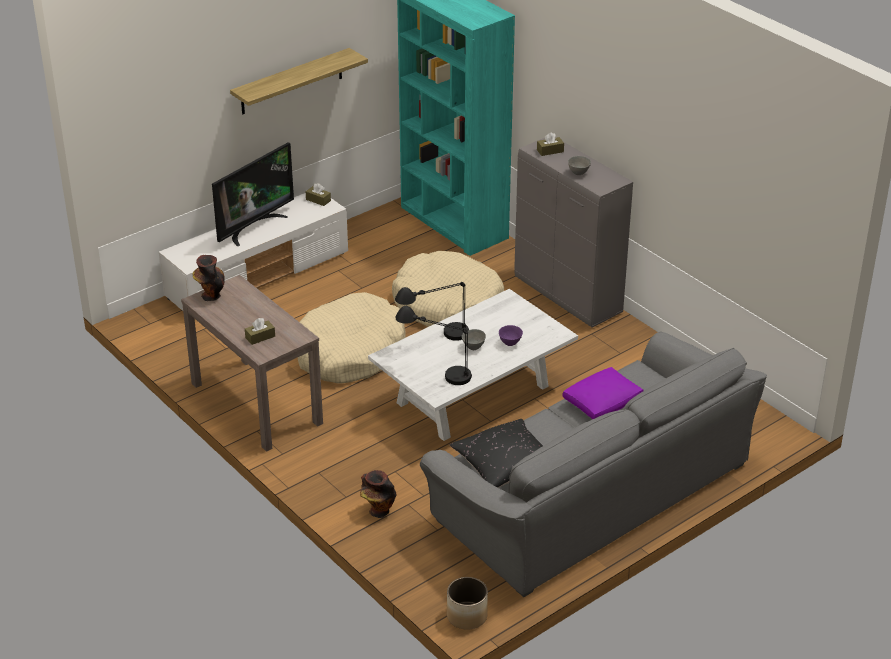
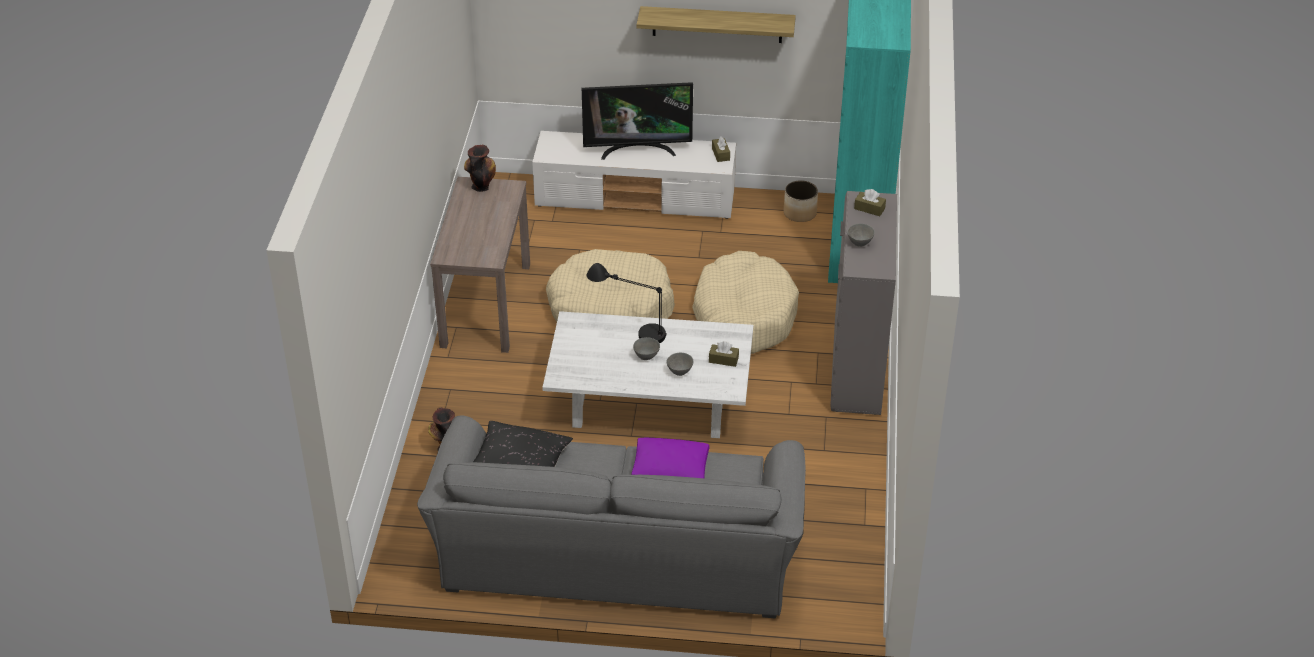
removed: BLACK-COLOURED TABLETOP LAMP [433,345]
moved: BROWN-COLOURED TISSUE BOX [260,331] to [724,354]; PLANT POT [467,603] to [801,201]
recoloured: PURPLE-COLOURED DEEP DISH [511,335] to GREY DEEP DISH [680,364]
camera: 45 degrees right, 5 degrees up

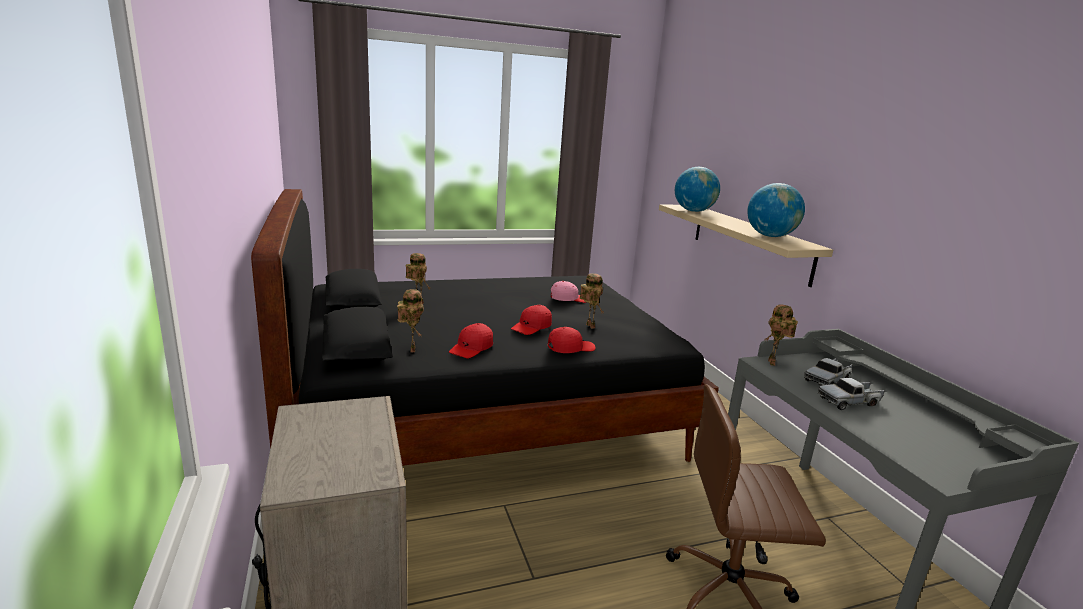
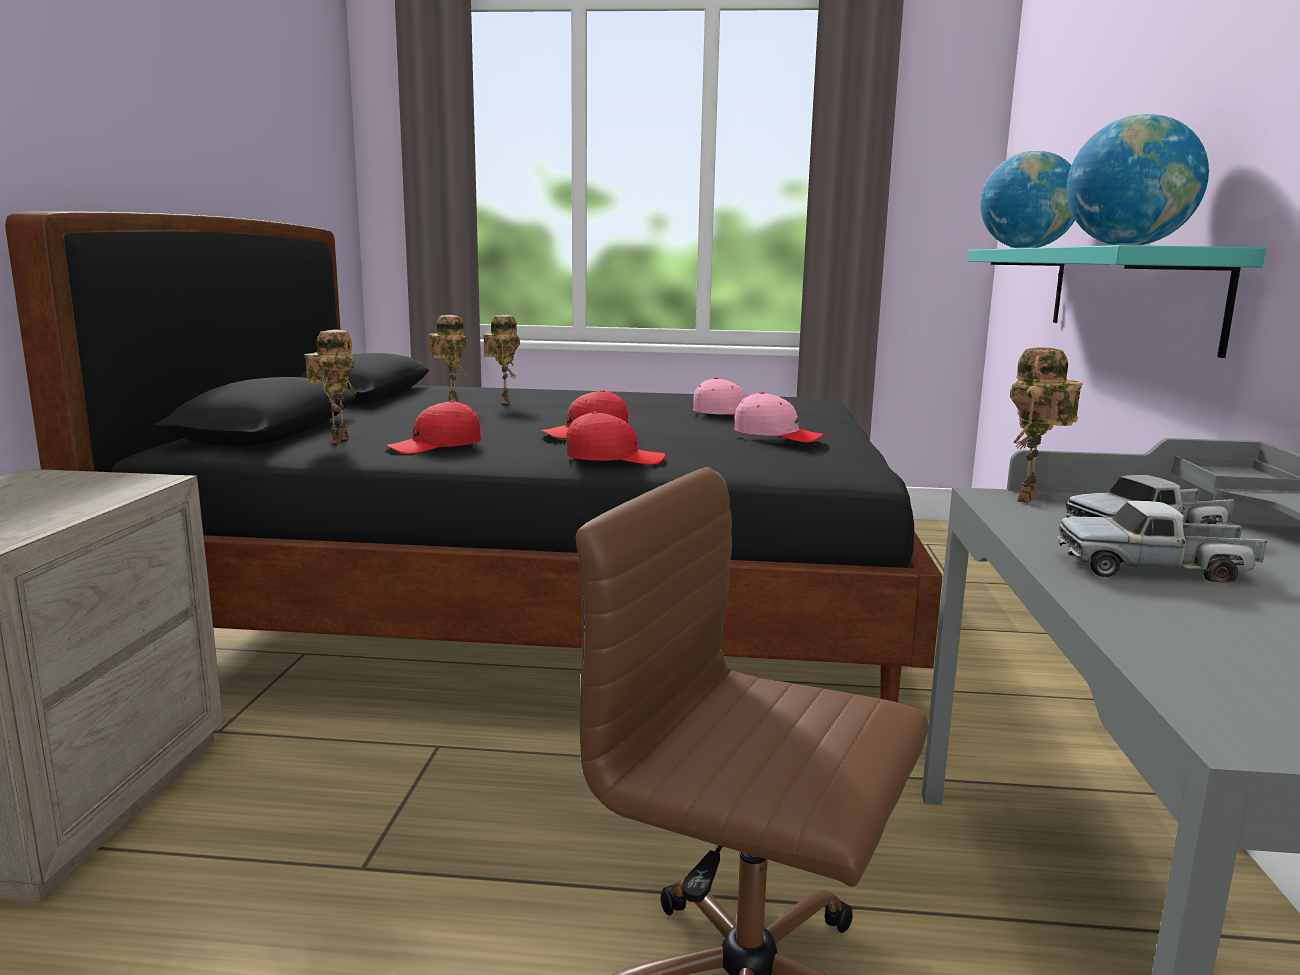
added: PINK CAP [779,417]
moved: MODEL ROBOT [592,301] to [501,359]
recoloured: BEIGE SHELF [746,245] to BLUE-GREEN SHELF [1116,301]
camera: 25 degrees right, 5 degrees down

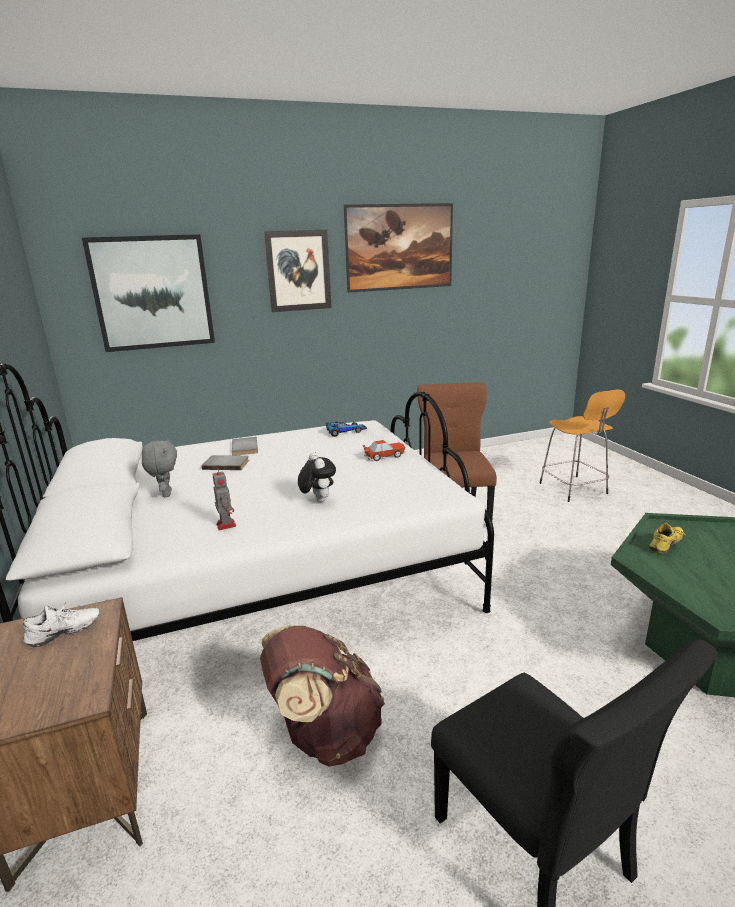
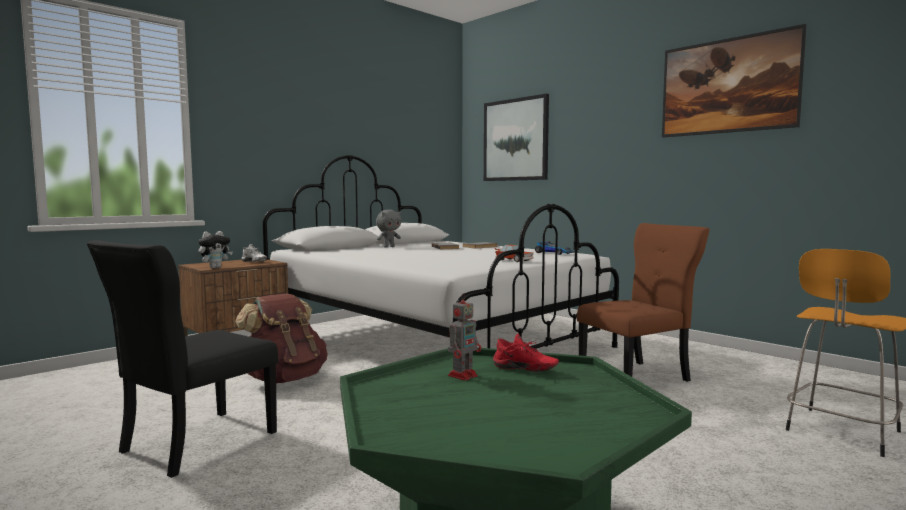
removed: WALL PICTURE [298,271]
moved: MODEL ROBOT [224,499] to [464,337]; SOFT TOY [317,477] to [216,249]
recoloured: YELLOW-COLOURED SHOE [667,538] to RED-COLOURED SHOE [526,353]
camera: 65 degrees right, 15 degrees down

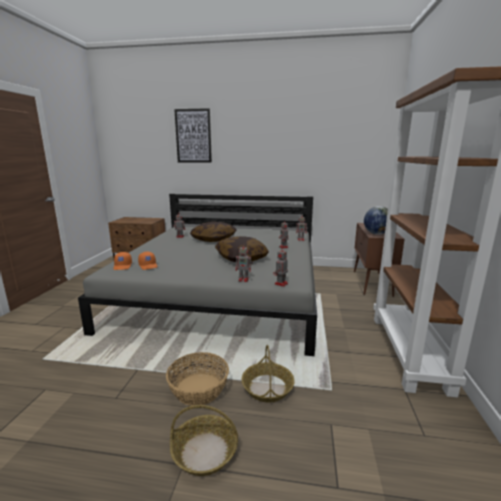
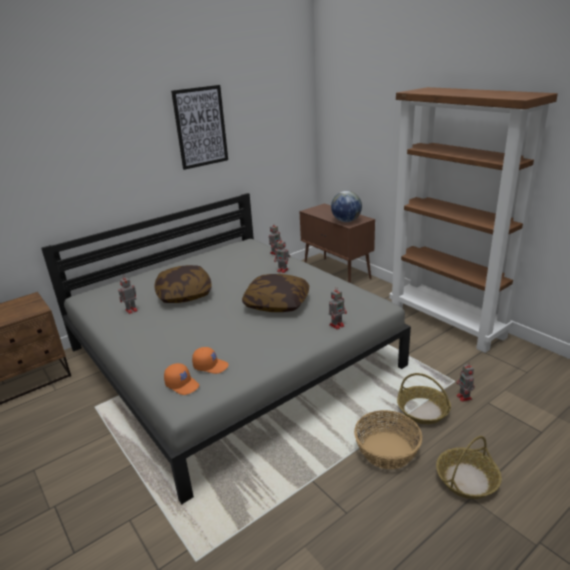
moved: WALL PICTURE [193,135] to [199,127]; MODEL ROBOT [280,268] to [465,382]
camera: 45 degrees left, 10 degrees up

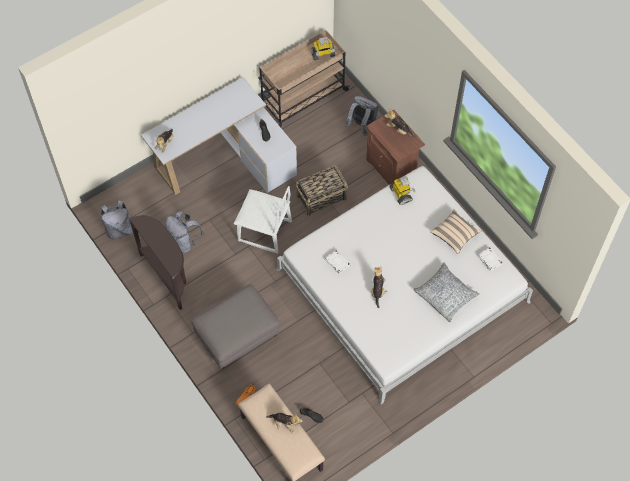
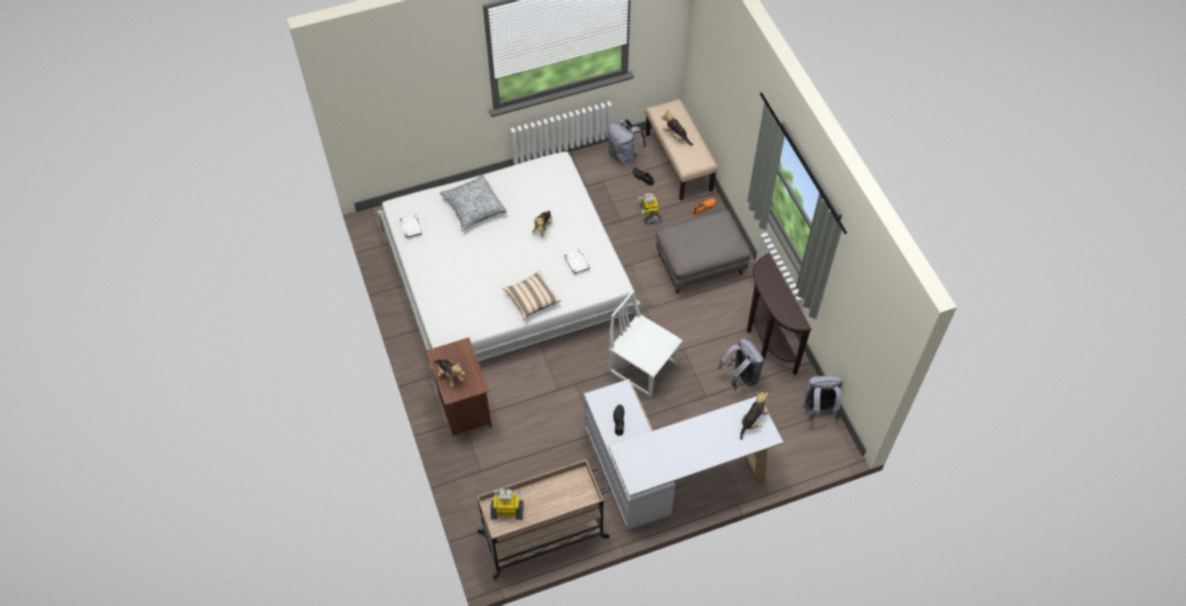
removed: BASKET [322,190]
moved: GREY KNAPSACK [361,116] to [627,142]; MODEL ROBOT [402,190] to [649,208]; BEIGE PILLOW [456,231] to [532,295]
camera: 165 degrees left, 5 degrees down

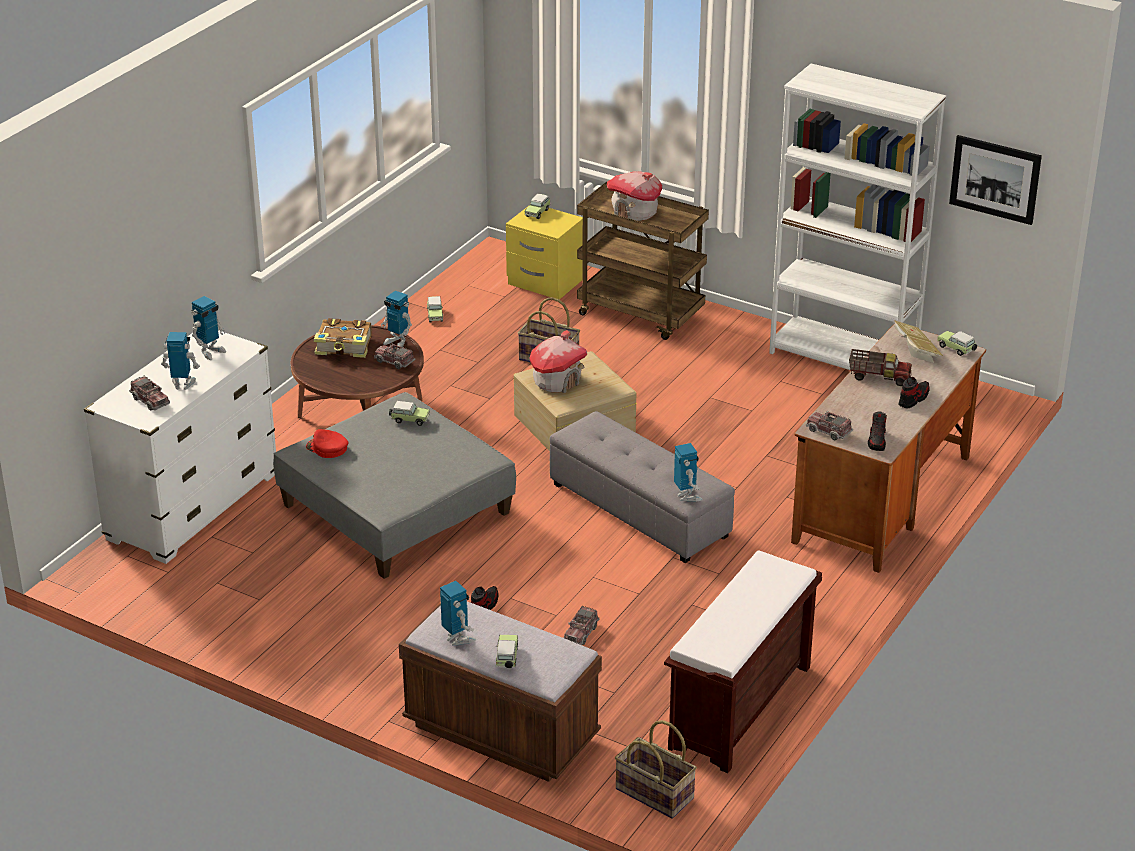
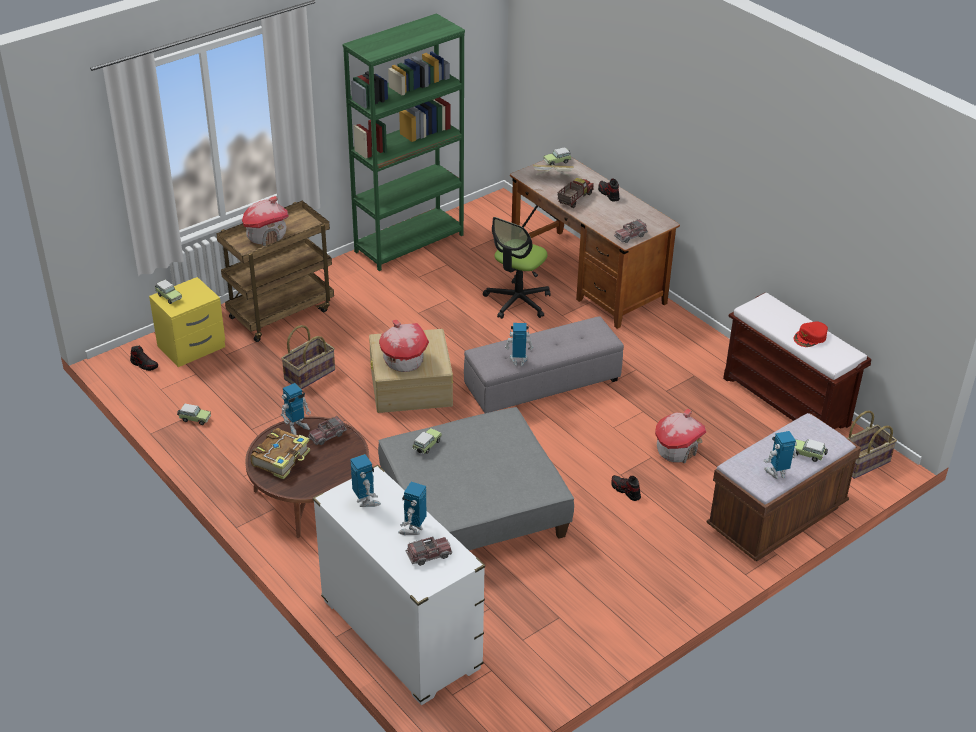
removed: WALL PICTURE [995,180]
added: DESK CHAIR [516,268]
moved: RED-COLOURED CAP [327,443] to [810,334]; MODEL ROBOT [688,472] to [519,344]; SHOE [877,431] to [144,358]
replaced: MODEL TRUCK [582,625] to MODEL HOUSE [680,436]
recoloured: WHITISH SHELVING UNIT [857,216] to GREEN-COLOURED SHELVING UNIT [404,142]
camera: 70 degrees left, 5 degrees up

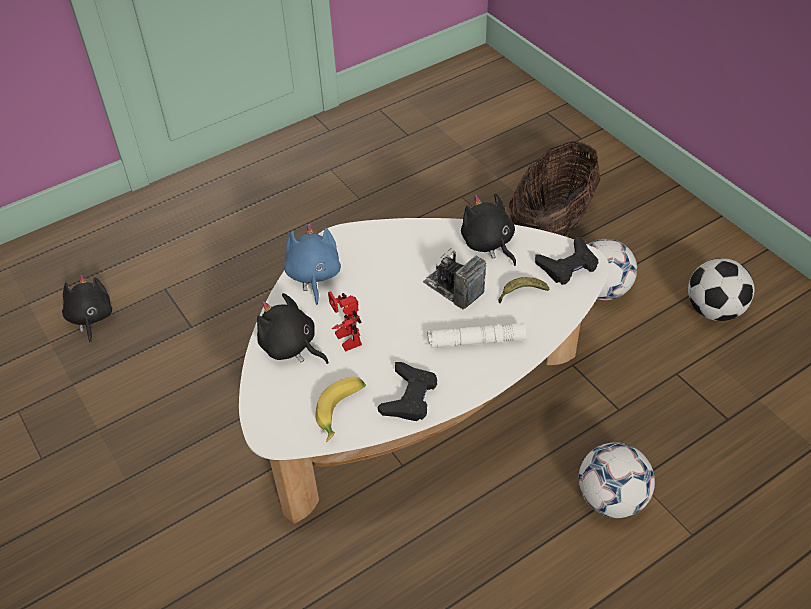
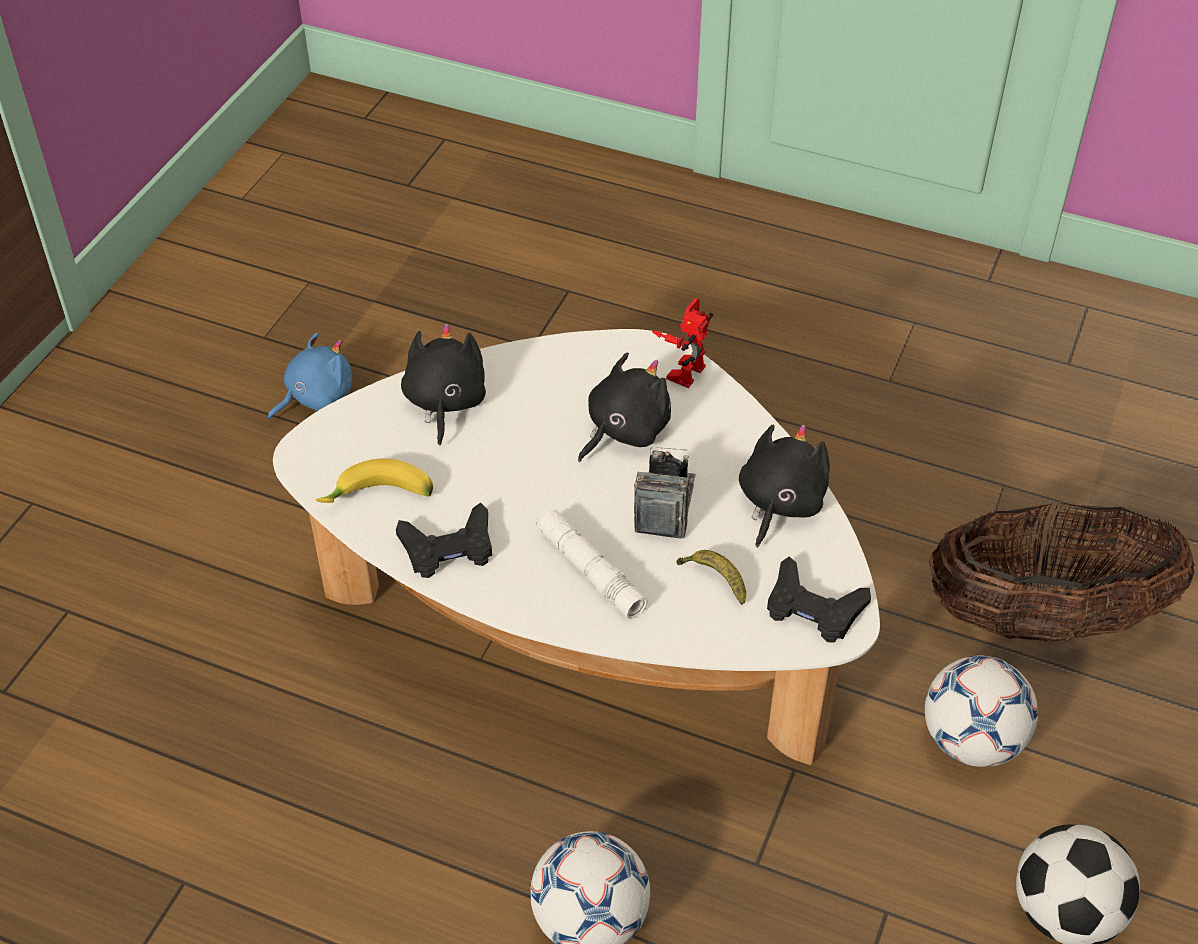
moved: BLACK-COLOURED SOFT TOY [87,309] to [624,407]; BLUE-COLOURED SOFT TOY [312,264] to [310,376]; MODEL ROBOT [345,321] to [682,343]
camera: 55 degrees right, 0 degrees up

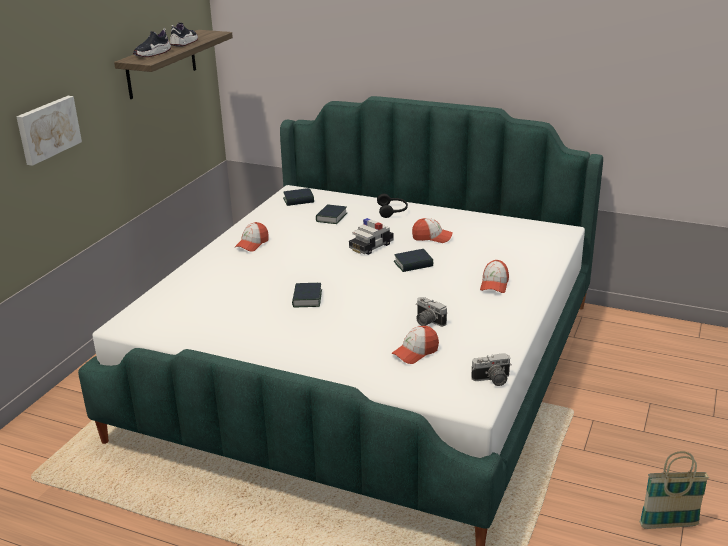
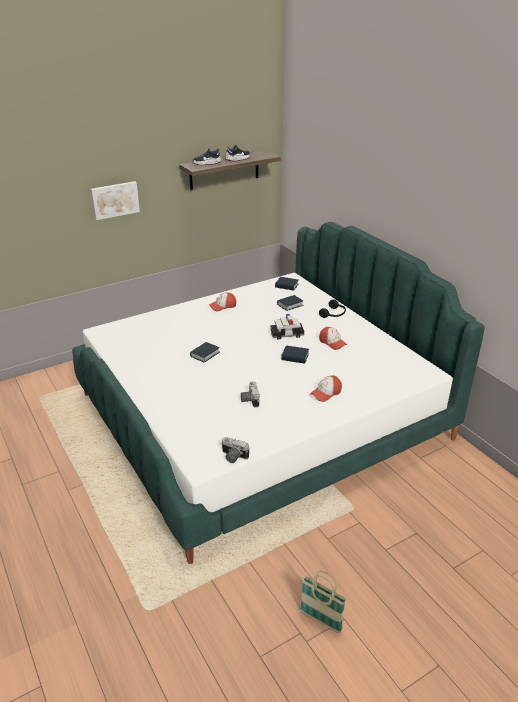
removed: CAP [415,345]
camera: 35 degrees right, 5 degrees up

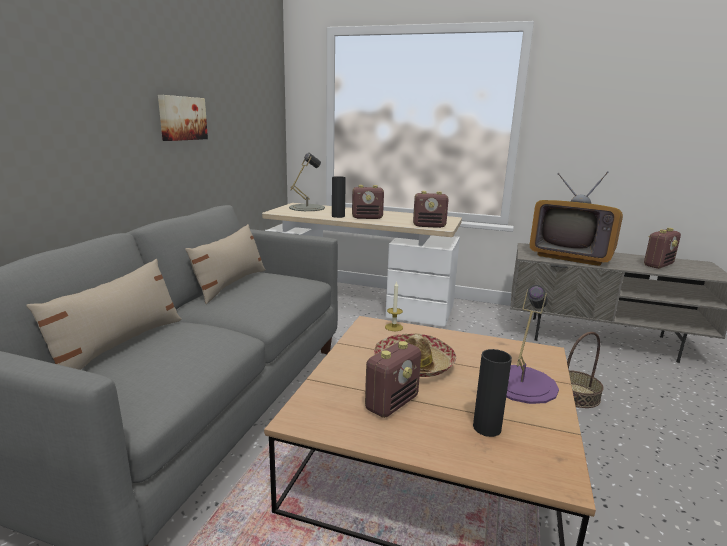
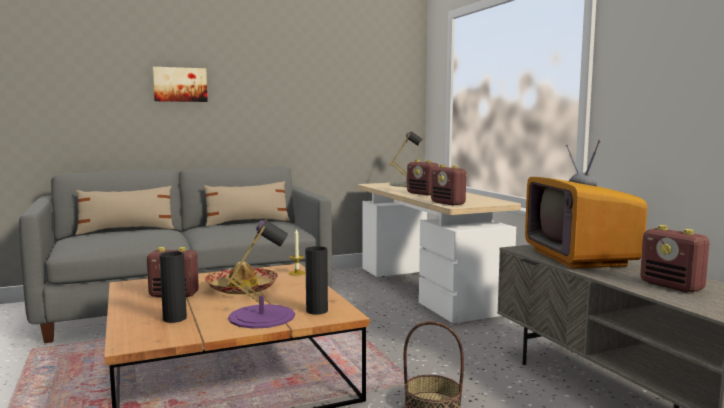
moved: WALL PICTURE [183,118] to [180,84]; BLACK-COLOURED VASE [339,197] to [316,280]
turned: RADIO SET [662,248] = [675,258] 45 degrees clockwise
camera: 50 degrees right, 10 degrees down

